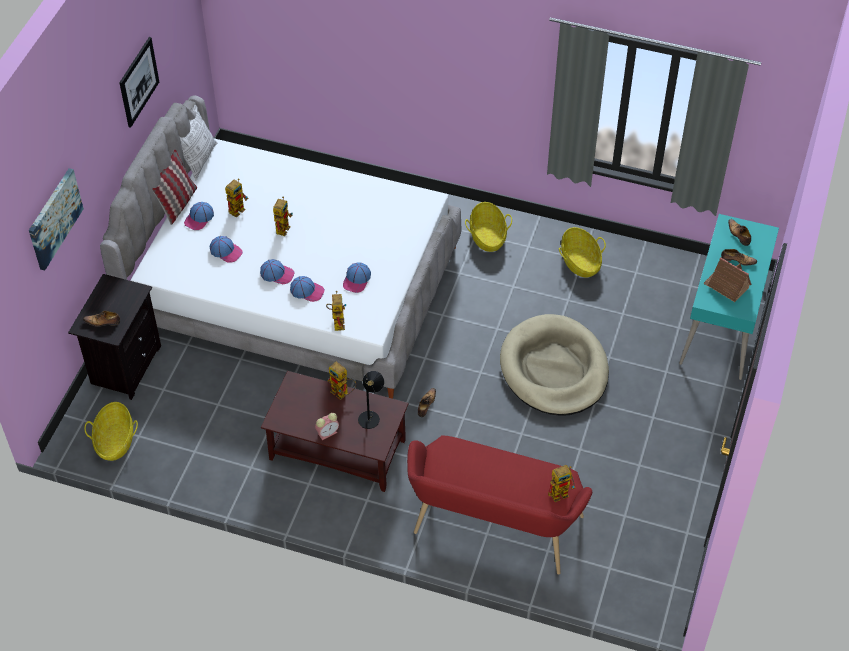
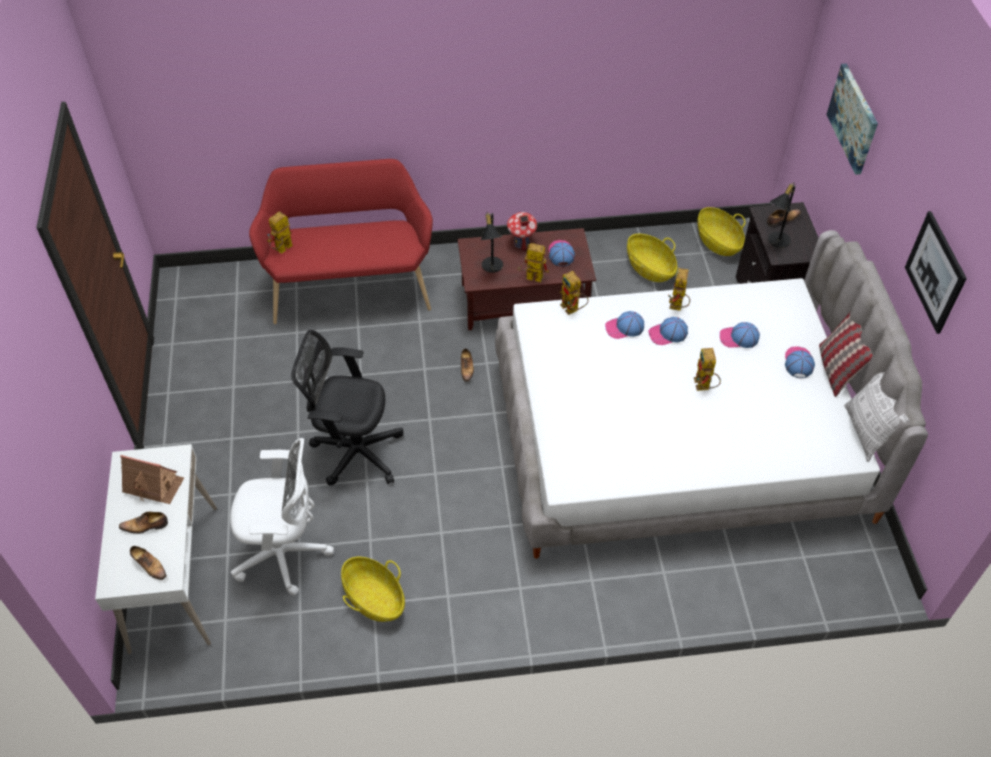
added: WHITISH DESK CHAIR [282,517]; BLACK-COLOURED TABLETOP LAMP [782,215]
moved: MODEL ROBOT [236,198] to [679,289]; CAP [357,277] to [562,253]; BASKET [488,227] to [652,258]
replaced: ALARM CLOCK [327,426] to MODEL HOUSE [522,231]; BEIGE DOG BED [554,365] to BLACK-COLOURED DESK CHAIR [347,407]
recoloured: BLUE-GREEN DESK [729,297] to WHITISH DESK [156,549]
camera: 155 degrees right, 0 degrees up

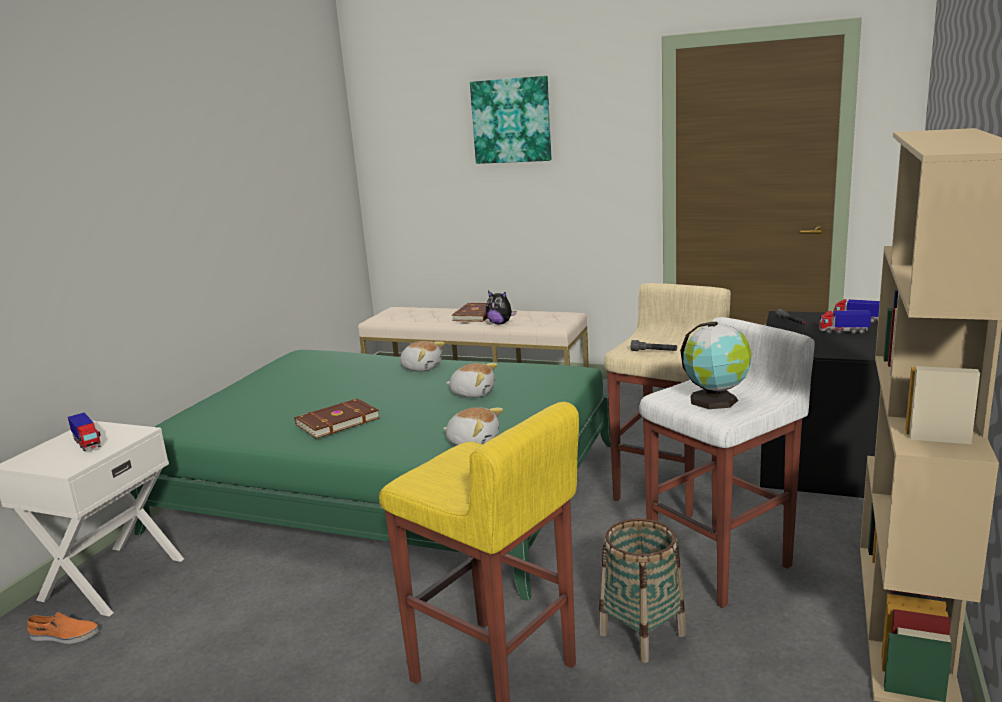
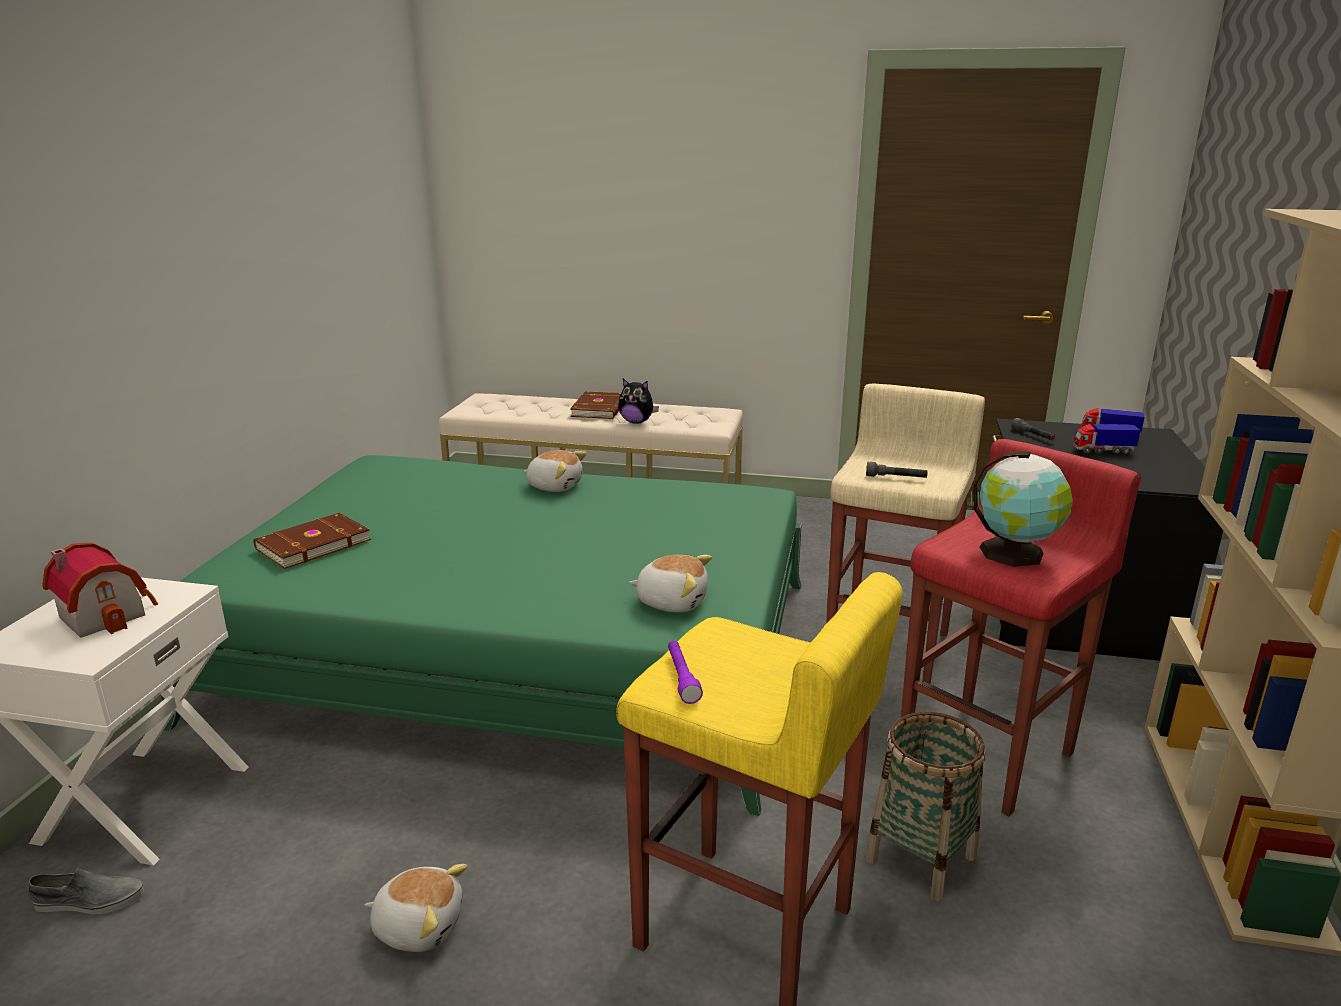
removed: WALL PICTURE [511,120]
added: PURPLE-COLOURED TORCH [685,672]
moved: BROWN-COLOURED VOLUME [337,418] to [312,541]; SOFT TOY [471,380] to [416,908]
replaced: MODEL TRUCK [84,432] to MODEL HOUSE [100,590]
recoloured: ORANGE-COLOURED SHOE [63,628] to GREY SHOE [87,890]; WHITISH STOOL SEAT [727,462] to RED-COLOURED STOOL SEAT [1021,627]
camera: 10 degrees left, 5 degrees up

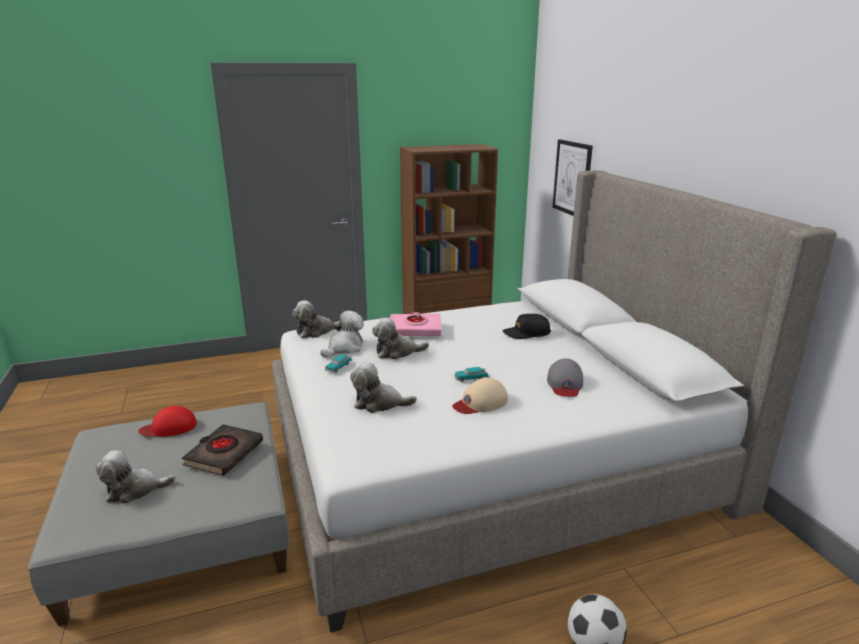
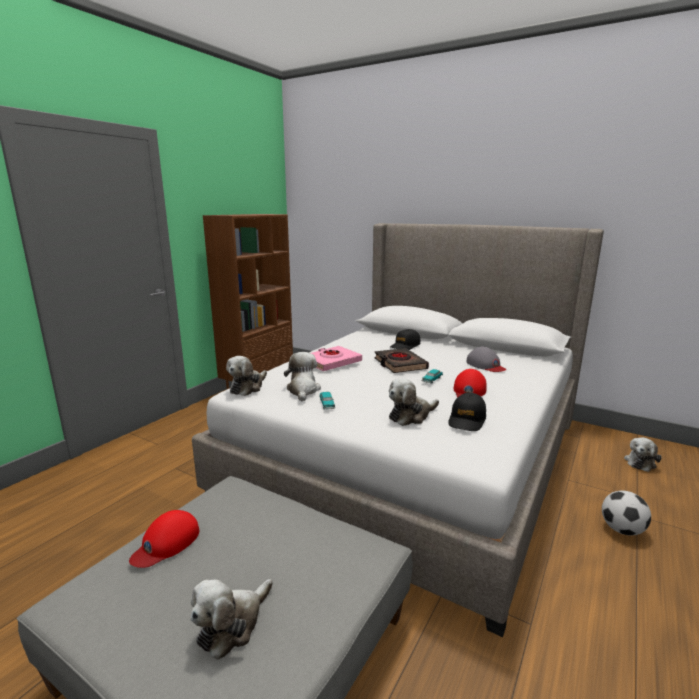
removed: WALL PICTURE [573,177]
added: BLACK-COLOURED CAP [467,412]
moved: BLACK-COLOURED VOLUME [222,450] to [401,360]; SOFT TOY [400,339] to [643,454]
recoloured: BEIGE CAP [480,396] to RED-COLOURED CAP [470,383]
camera: 40 degrees left, 5 degrees down

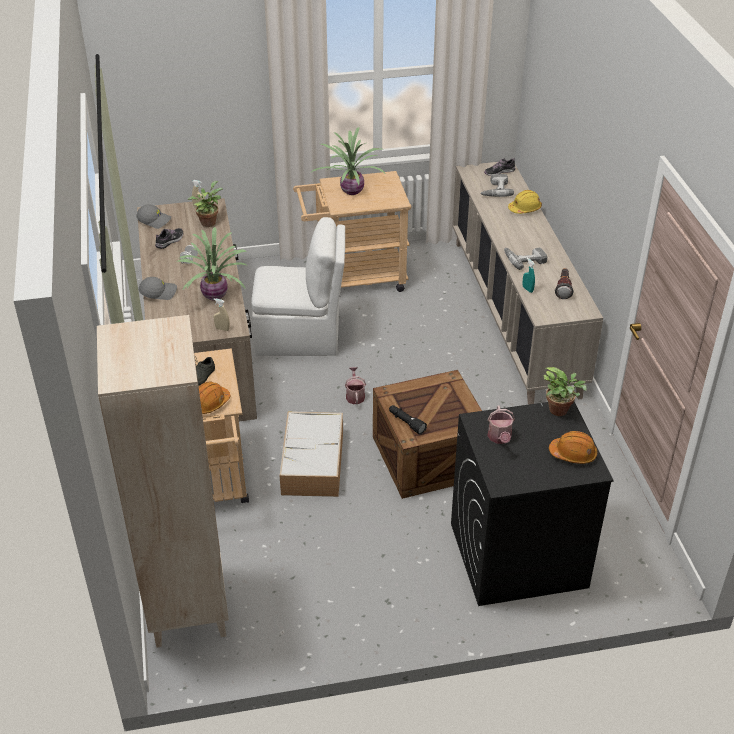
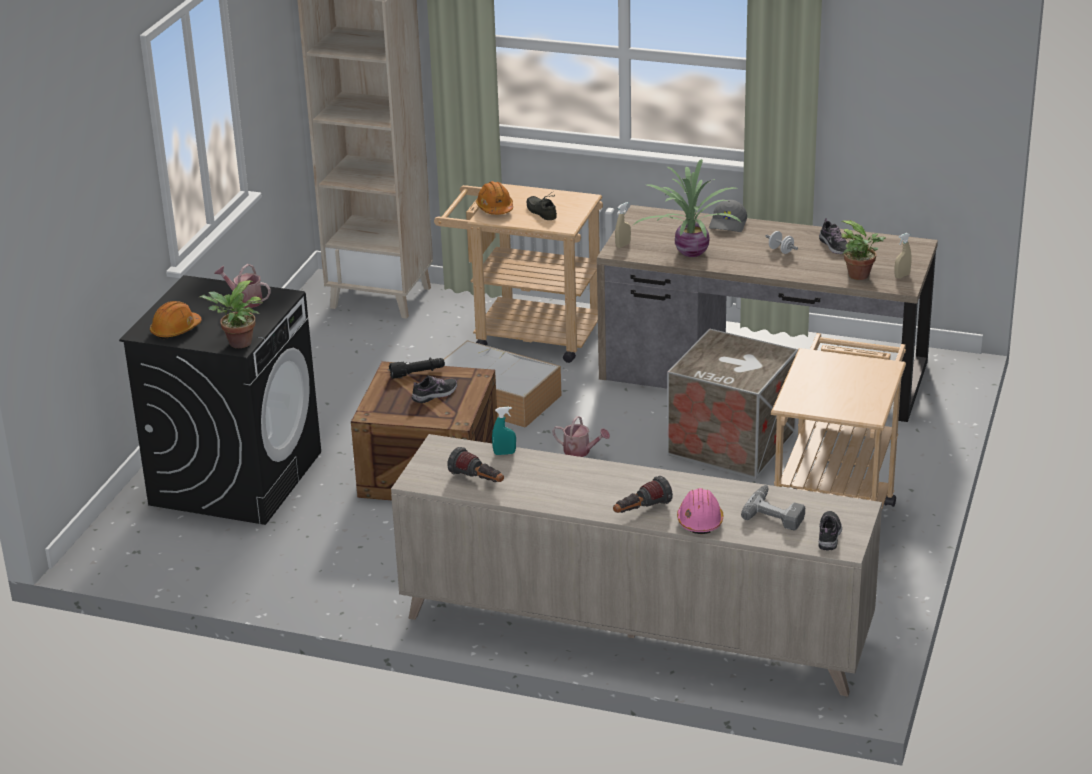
removed: GREY CAP [153,216]; PLANT IN A POT [347,161]; ELECTRIC DRILL [525,258]
added: SHOE [434,389]; TORCH [643,494]
replaced: WHITISH CHAIR [298,286] to CRATE [732,403]
recoloured: YELLOW-COLOURED HARD HAT [525,202] to PINK HARD HAT [700,511]
camera: 120 degrees right, 10 degrees down

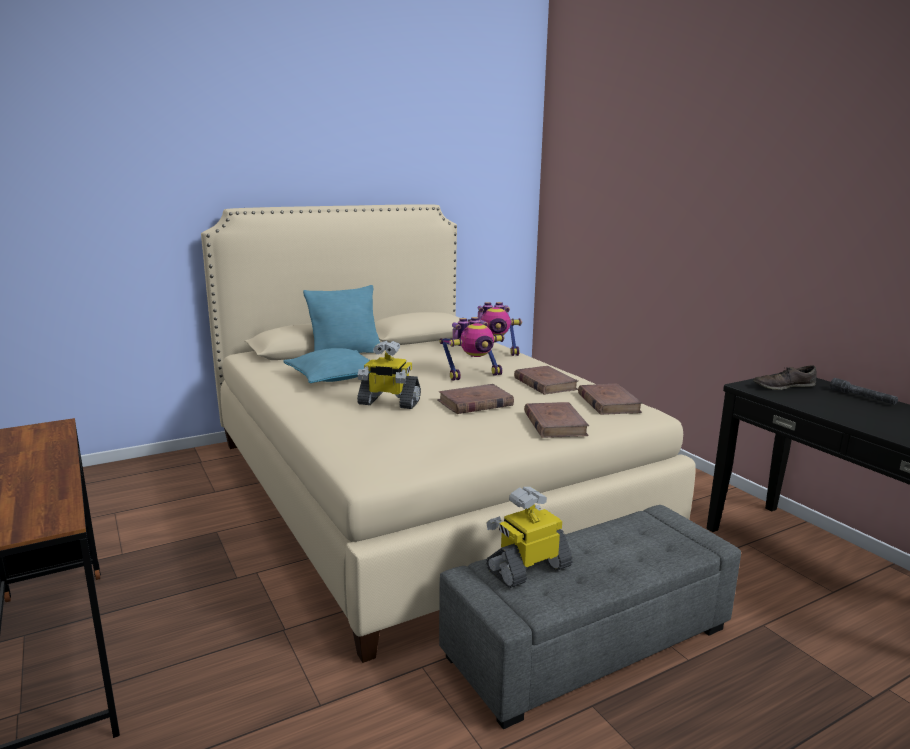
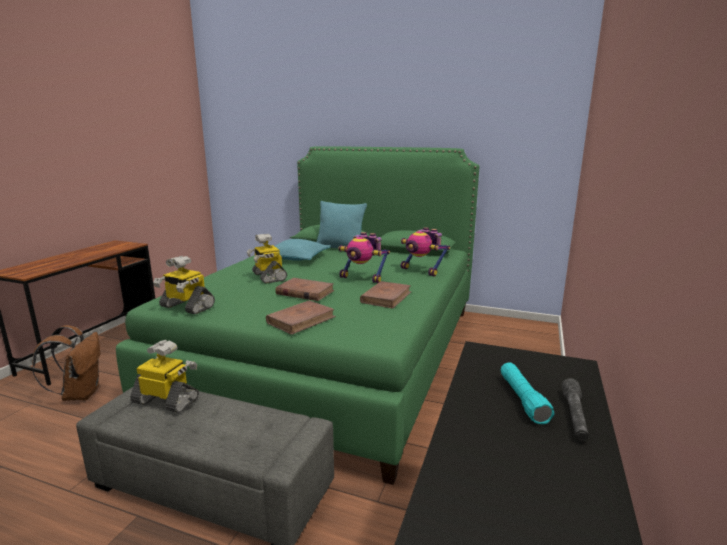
removed: BROWN-COLOURED VOLUME [610,399]; BROWN-COLOURED SHOE [785,377]
added: BROWN-COLOURED KNAPSACK [66,363]; MODEL ROBOT [184,285]; BLUE-GREEN TORCH [527,393]
recoloured: BEIGE SLEEPING BED [448,433] to GREEN-COLOURED SLEEPING BED [297,315]
camera: 50 degrees right, 0 degrees up

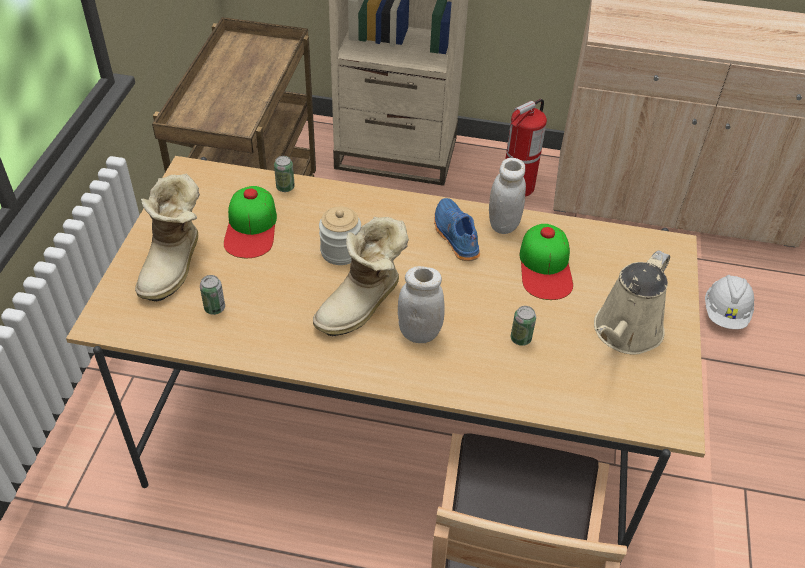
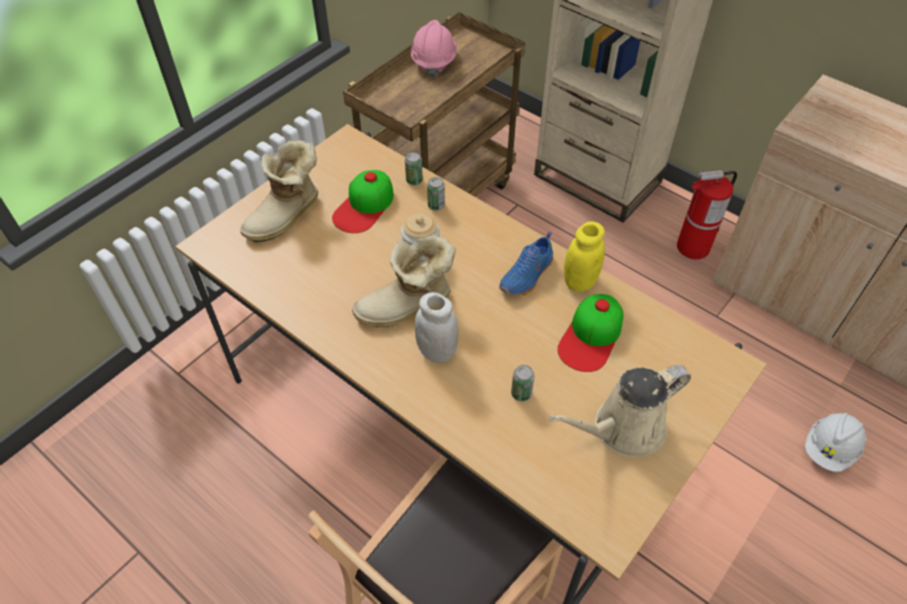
added: PINK HARD HAT [434,49]
moved: CAN [212,295] to [436,194]
recoloured: WHITISH PRESERVE JAR [507,196] to YELLOW-COLOURED PRESERVE JAR [584,256]
turned: BLUE-COLOURED SHOE [457,229] = [526,264] 150 degrees counterclockwise
camera: 30 degrees right, 5 degrees up

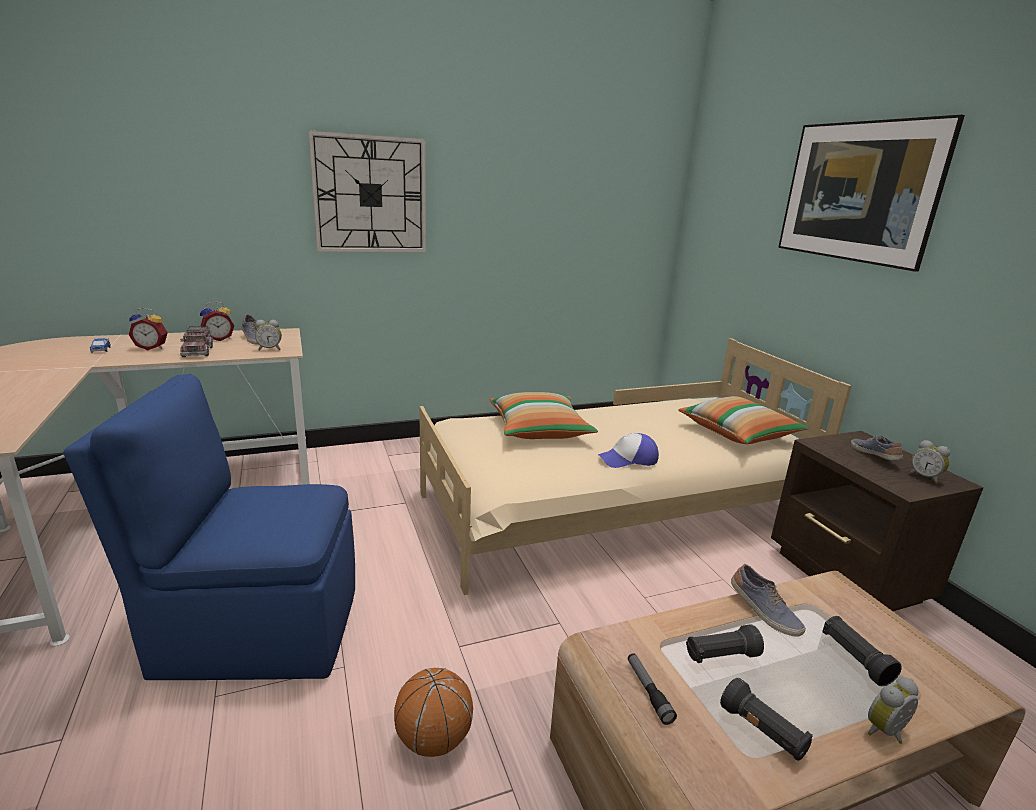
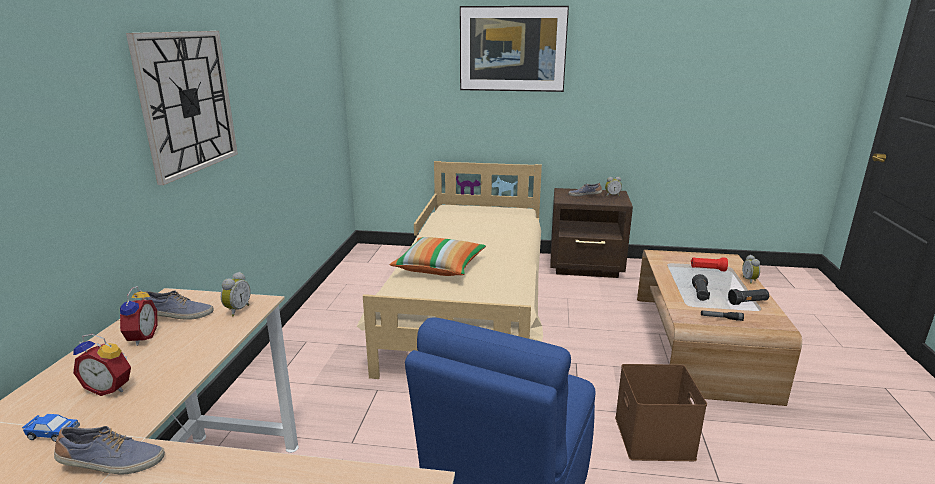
removed: MODEL TRUCK [196,341]; CAP [628,450]; PILLOW [743,420]
moved: SHOE [768,600] to [109,450]
replaced: BASKETBALL BALL [433,712] to BROWN-COLOURED STORAGE CONTAINER [661,412]
recoloured: BLACK-COLOURED TORCH [862,651] to RED-COLOURED TORCH [709,264]
turned: ALARM CLOCK [148,328] = [102,365] 75 degrees clockwise
camera: 60 degrees left, 0 degrees up

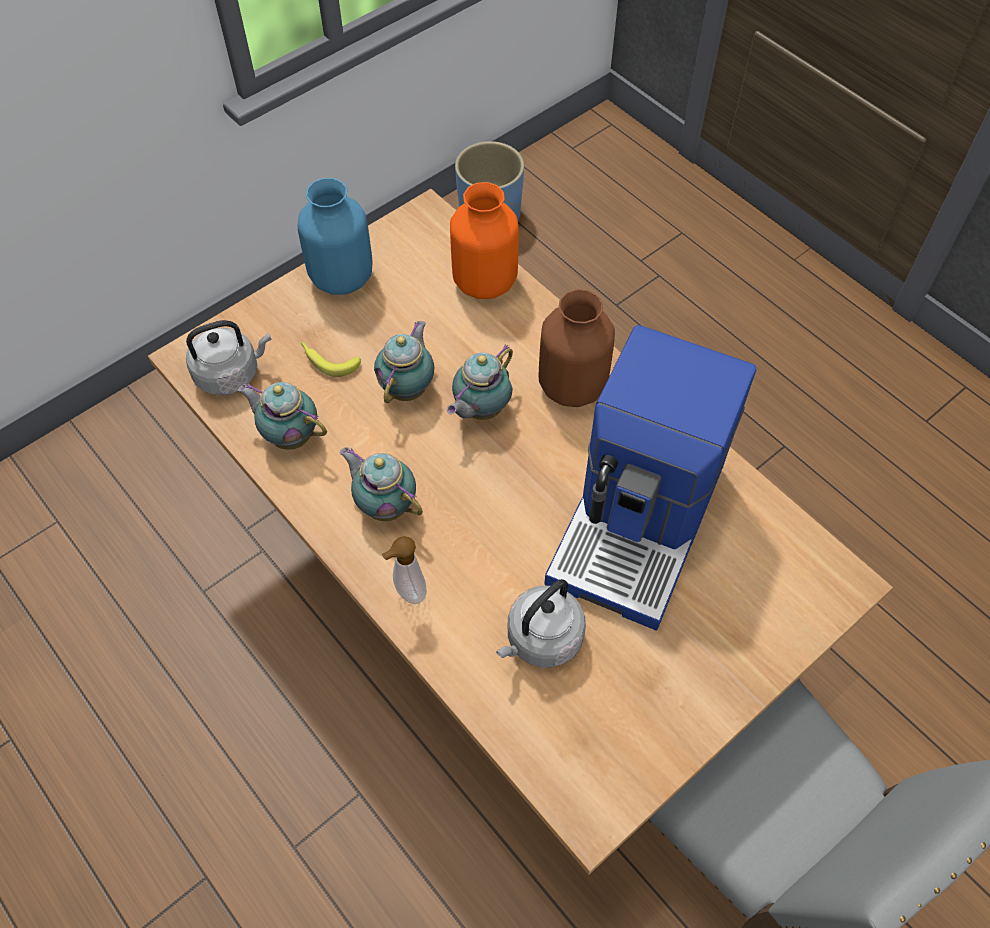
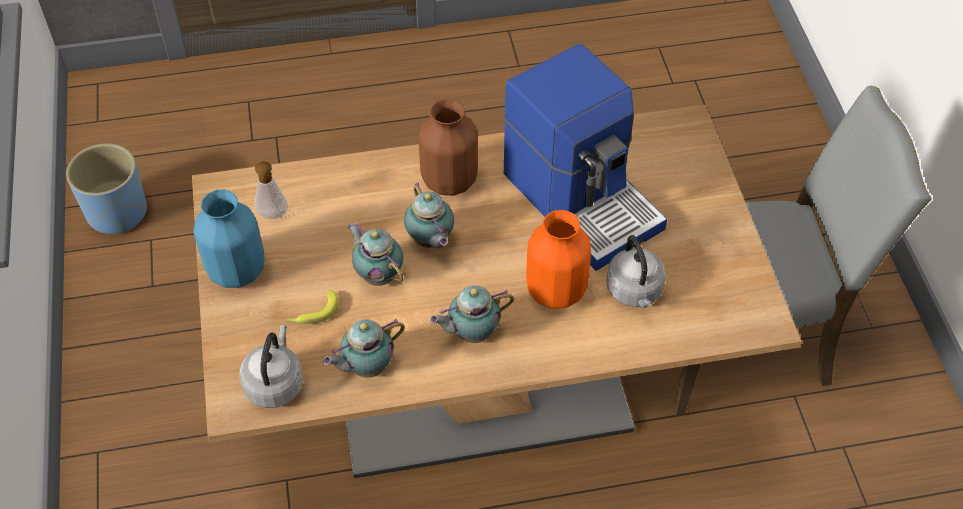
moved: SOAP DISPENSER [404,570] to [271,190]; ORANGE-COLOURED VASE [484,240] to [558,259]
camera: 60 degrees left, 5 degrees down

